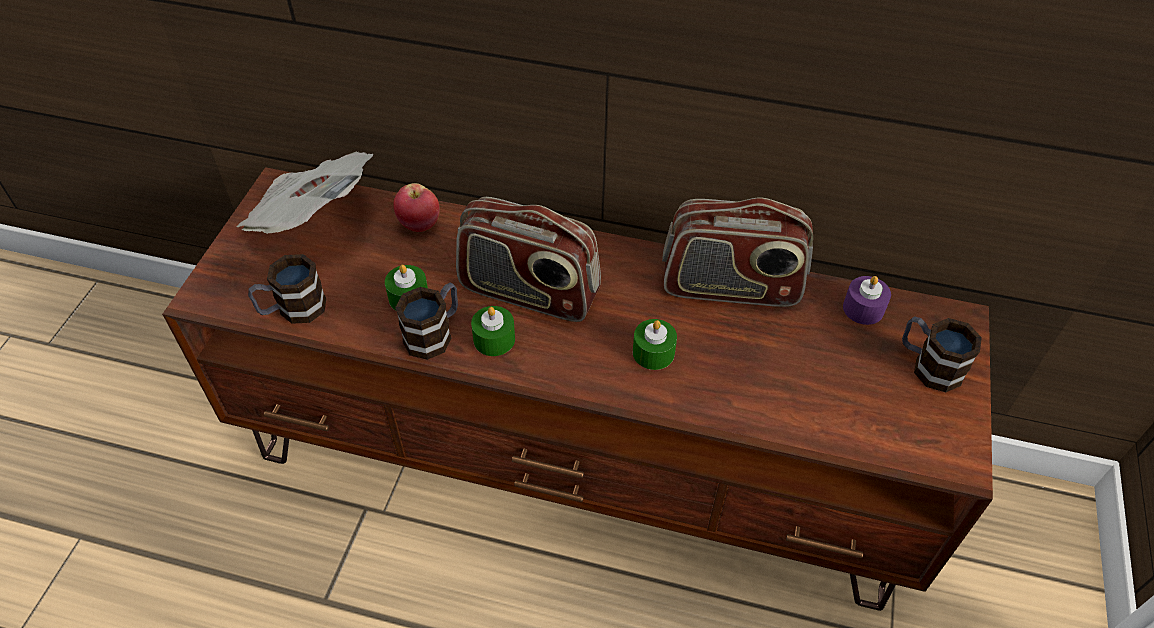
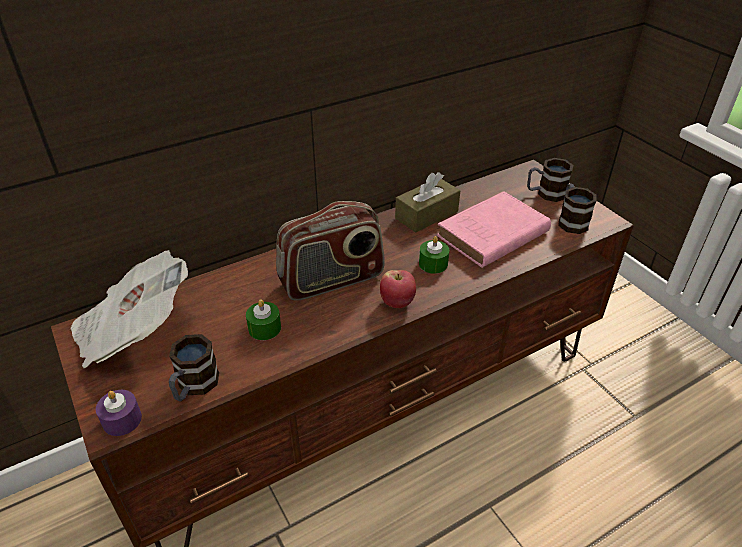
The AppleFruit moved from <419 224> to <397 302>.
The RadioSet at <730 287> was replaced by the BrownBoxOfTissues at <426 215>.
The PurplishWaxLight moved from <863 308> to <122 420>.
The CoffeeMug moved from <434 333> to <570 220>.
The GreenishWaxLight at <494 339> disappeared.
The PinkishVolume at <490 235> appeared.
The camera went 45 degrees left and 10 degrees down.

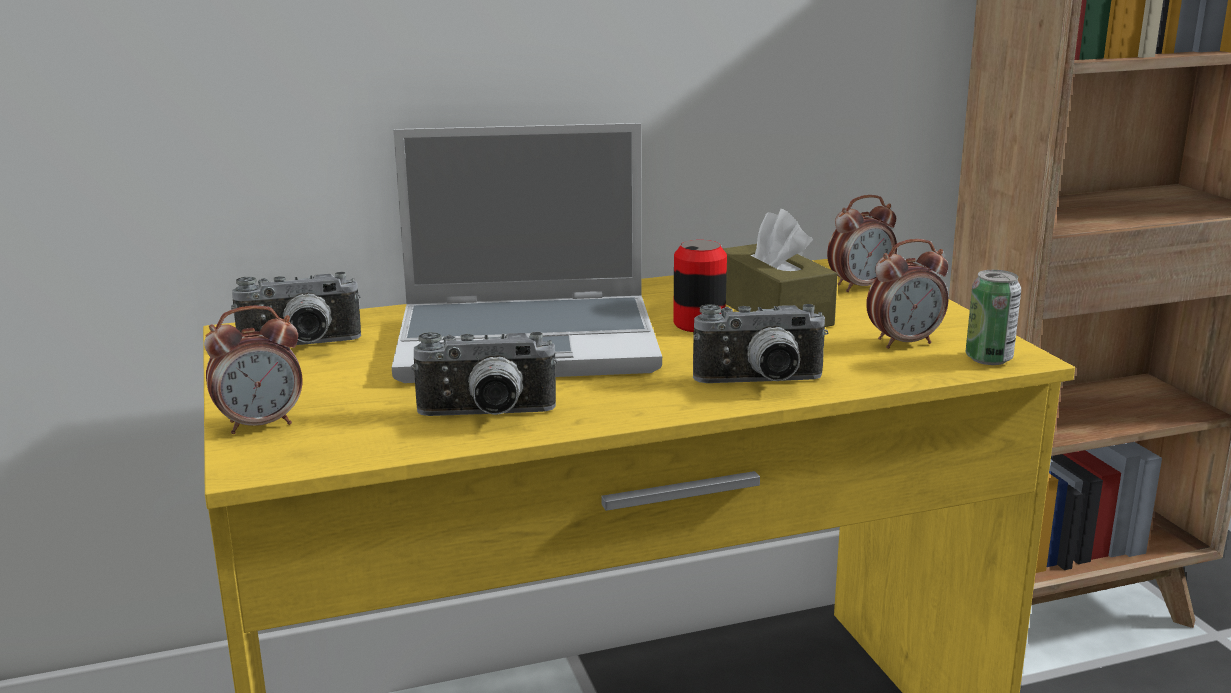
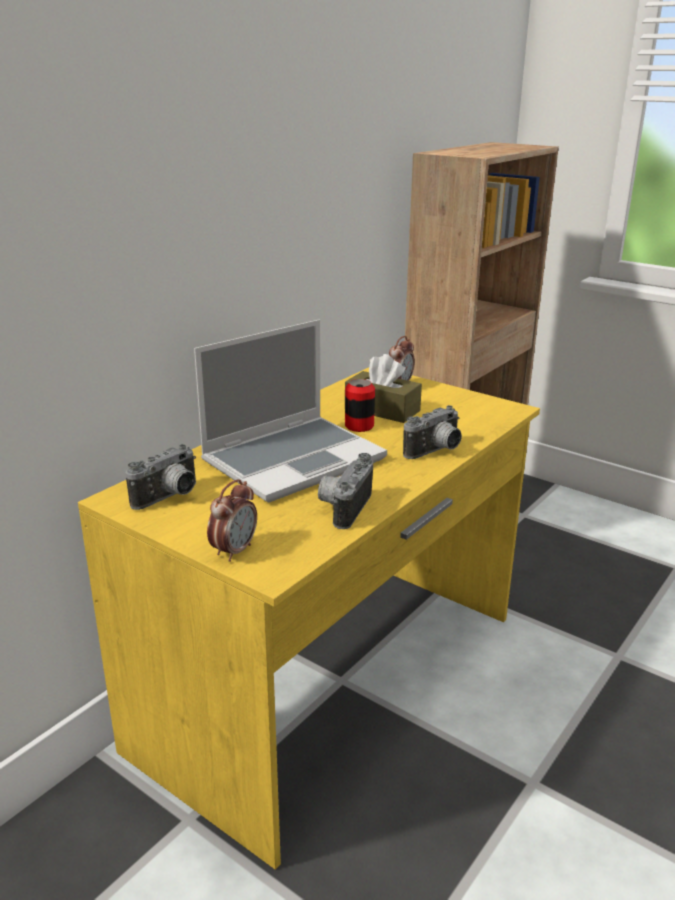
The TableClock at <904 342> disappeared.
The Can at <988 358> disappeared.
The StillCamera at <487 416> turned 150 degrees clockwise.
The camera went 35 degrees left and 5 degrees up.

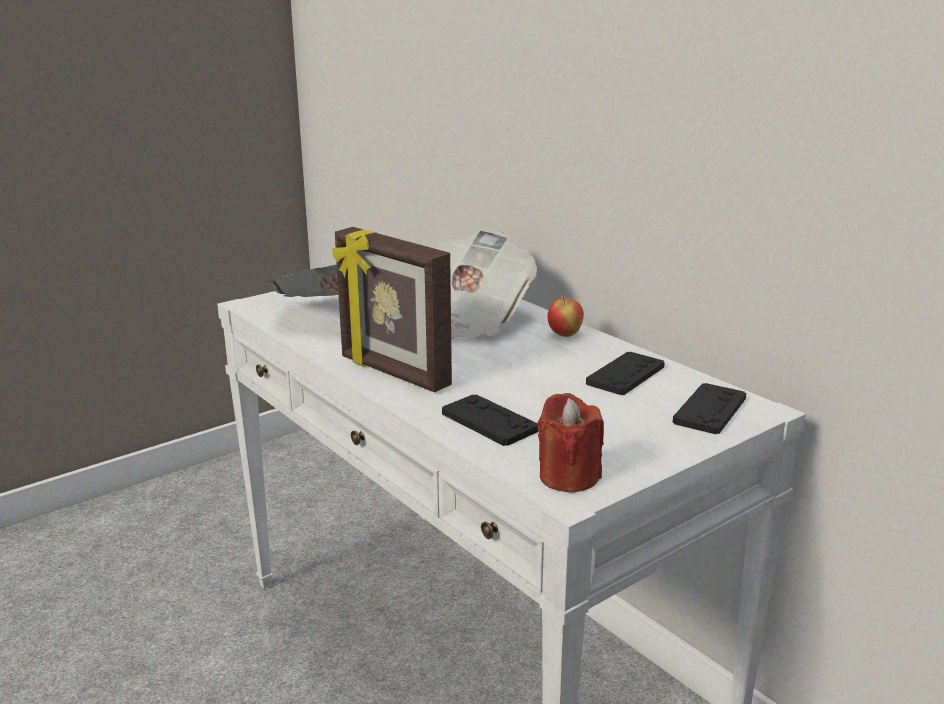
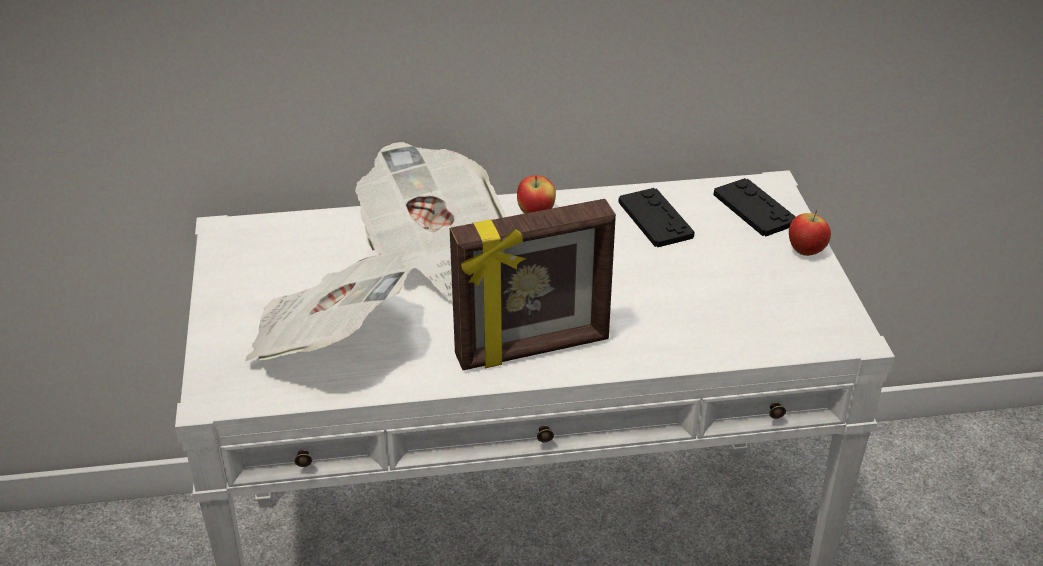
The RedWaxLight at <568 477> disappeared.
The BlackColouredJoypad at <489 422> disappeared.
The AppleFruit at <806 251> appeared.
The camera went 60 degrees left and 15 degrees up.

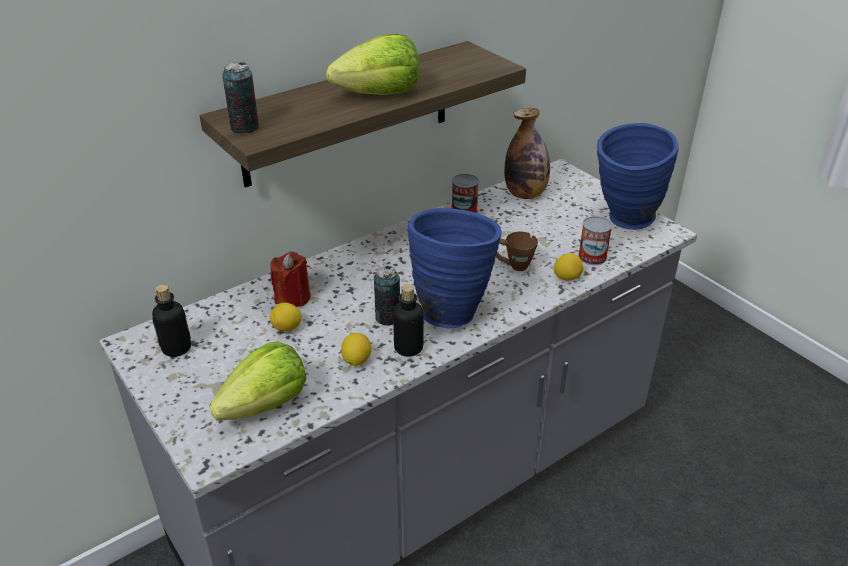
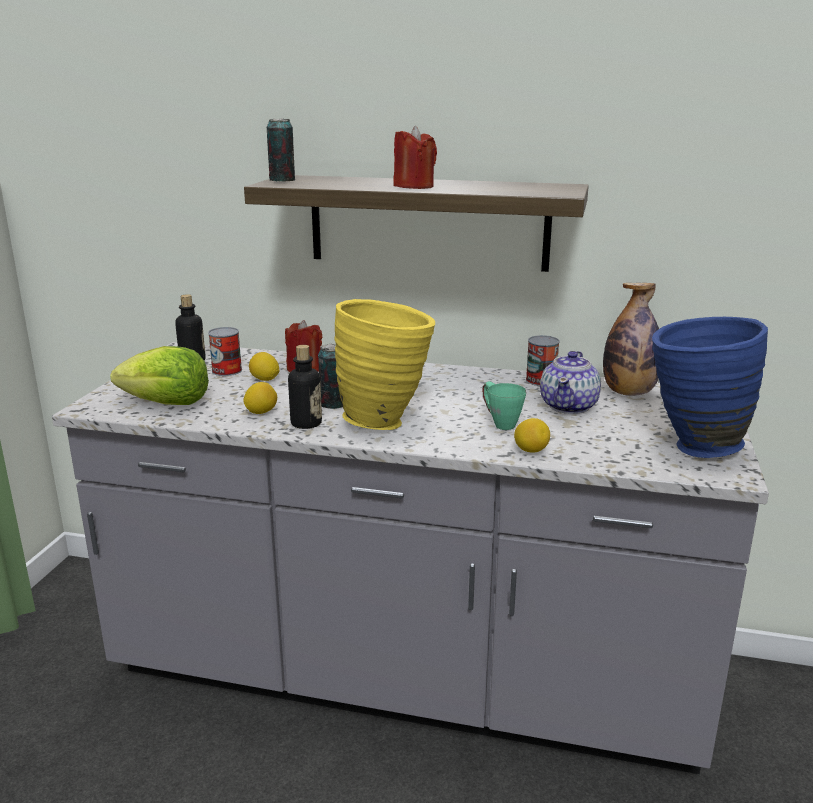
The LettuceHead at <380 94> was replaced by the RedWaxLight at <414 186>.
The BluishFlowerVase at <451 309> became the YellowFlowerVase at <386 421>.
The Can moved from <592 257> to <227 371>.
The BrownCoffeeMug at <511 265> became the GreenishCoffeeMug at <499 423>.
The TeaPot at <569 406> appeared.
The camera went 50 degrees right and 15 degrees down.

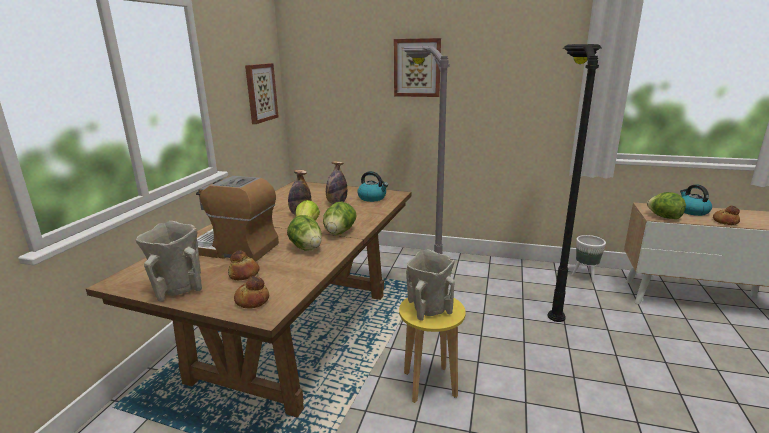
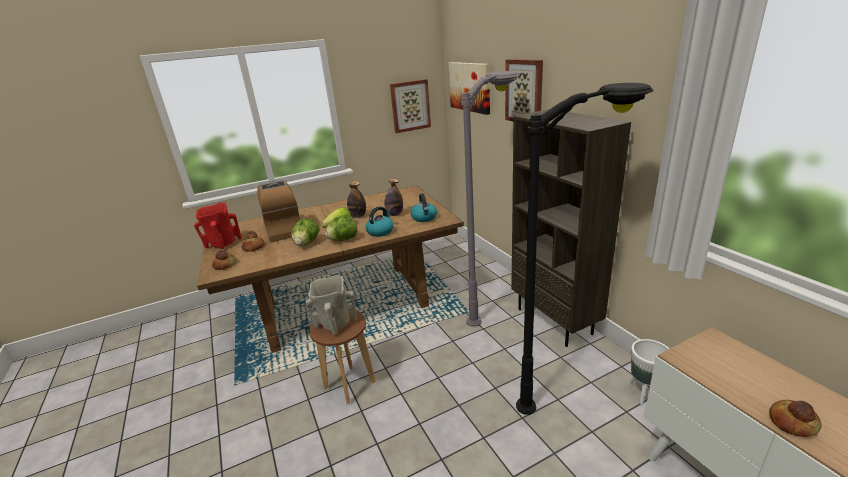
The Kettle moved from <691 211> to <380 231>.
The LettuceHead at <664 217> disappeared.
The BeigeFlowerVase at <178 289> became the RedFlowerVase at <222 244>.
The YellowSittingStool at <429 384> became the BrownSittingStool at <350 384>.
The WallPicture at <470 87> appeared.
The BrownBookcase at <555 321> appeared.
The camera went 50 degrees right and 5 degrees up.

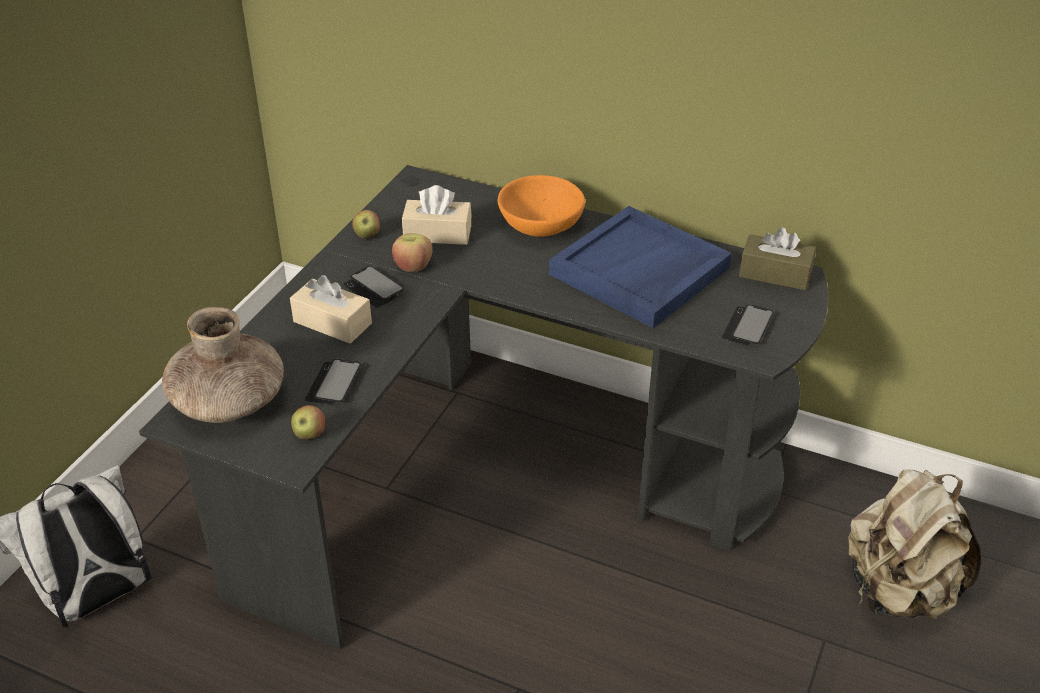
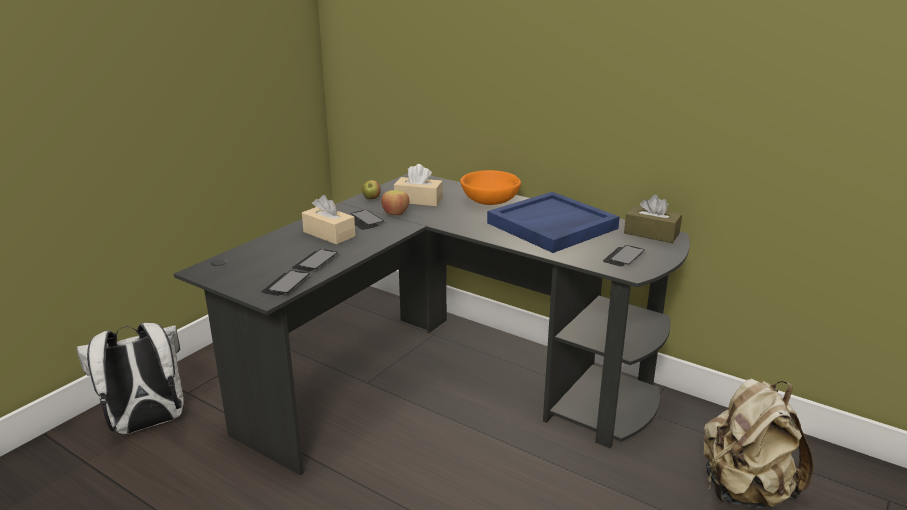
The BrownFlowerVase at <229 401> disappeared.
The AppleFruit at <309 435> was replaced by the Telephone at <286 284>.
The camera went 10 degrees right and 15 degrees down.

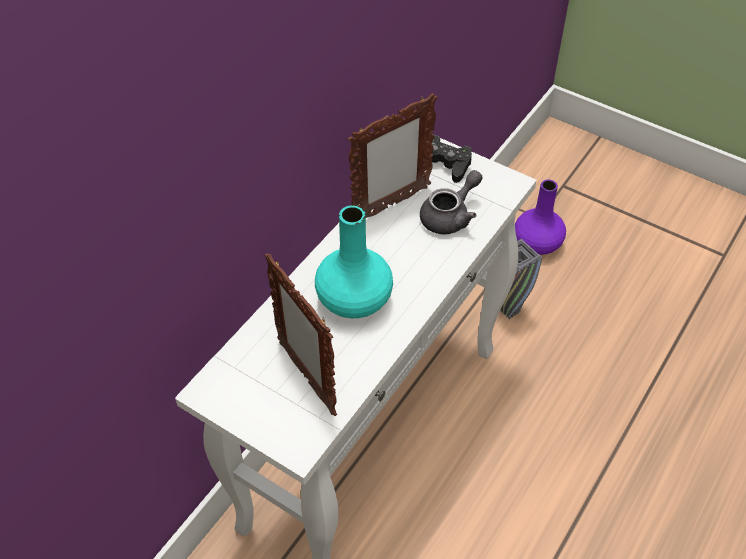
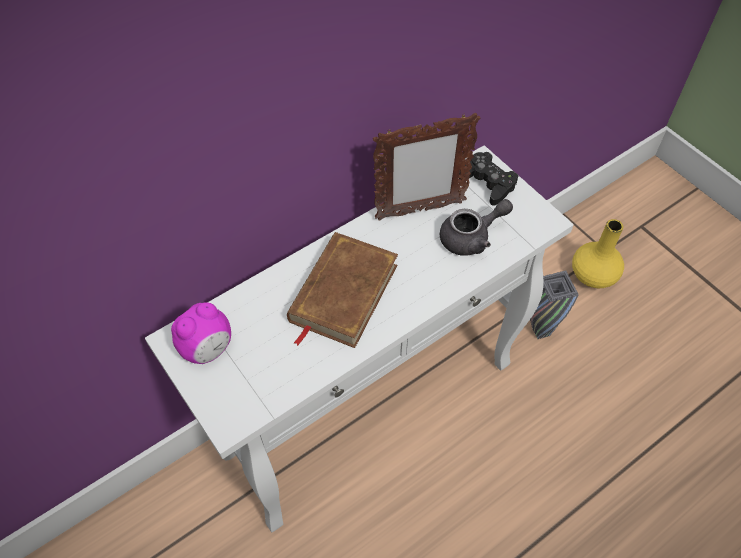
The PurplishFlowerVase at <537 243> became the YellowFlowerVase at <593 275>.
The BlueGreenFlowerVase at <353 299> was replaced by the BrownVolume at <343 293>.
The PhotoFrame at <306 377> disappeared.
The TableClock at <207 349> appeared.
The camera went 20 degrees right and 5 degrees up.

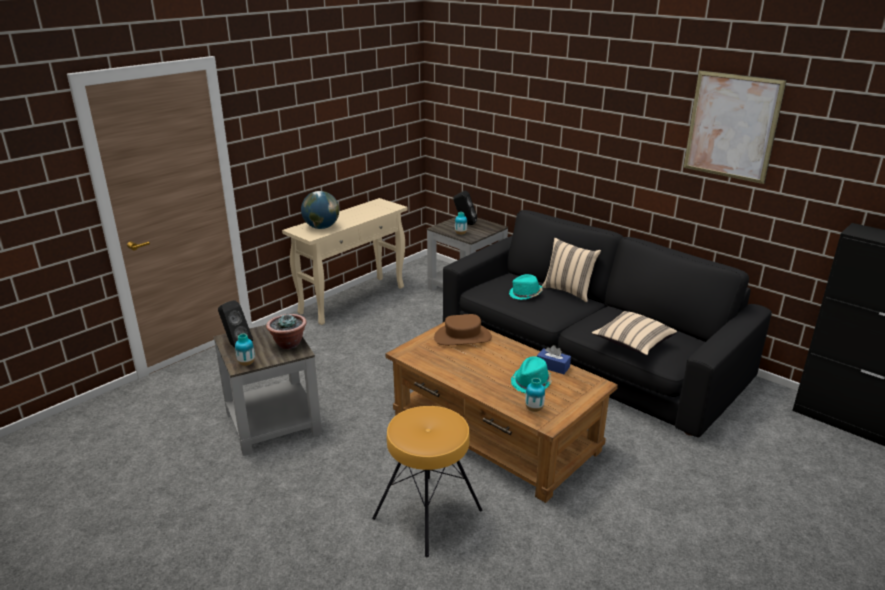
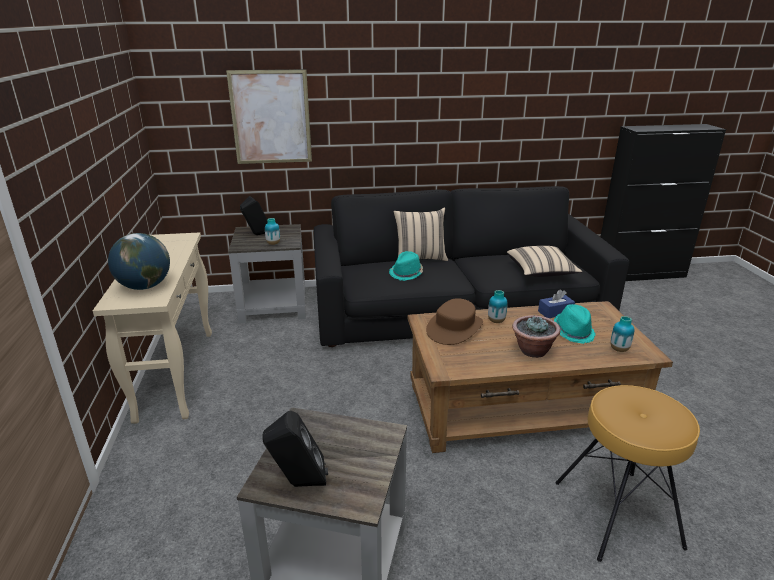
The WallPicture moved from <731 126> to <271 117>.
The Houseplant moved from <288 344> to <532 351>.
The FlowerVase moved from <246 363> to <496 321>.
The camera went 50 degrees left and 0 degrees up.

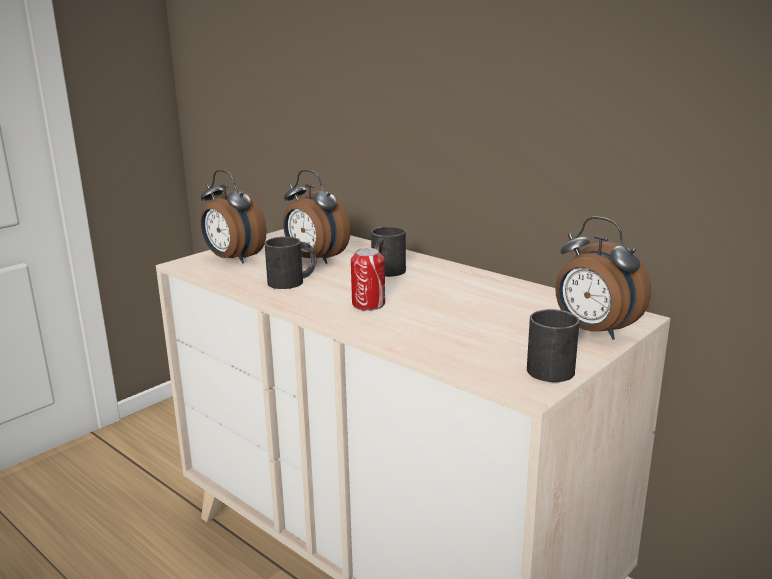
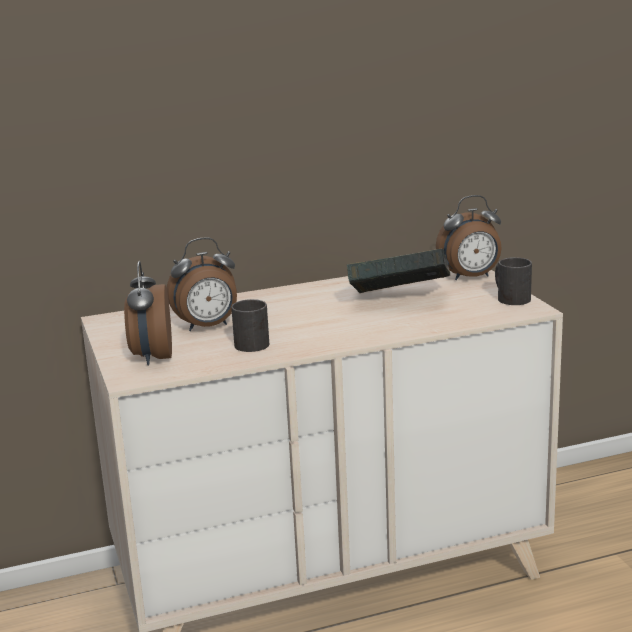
The TableClock at <233 259> turned 105 degrees clockwise.
The BlackColouredCoffeeMug at <385 273> disappeared.
The Can at <368 304> disappeared.
The Volume at <399 301> appeared.
The camera went 60 degrees left and 0 degrees up.

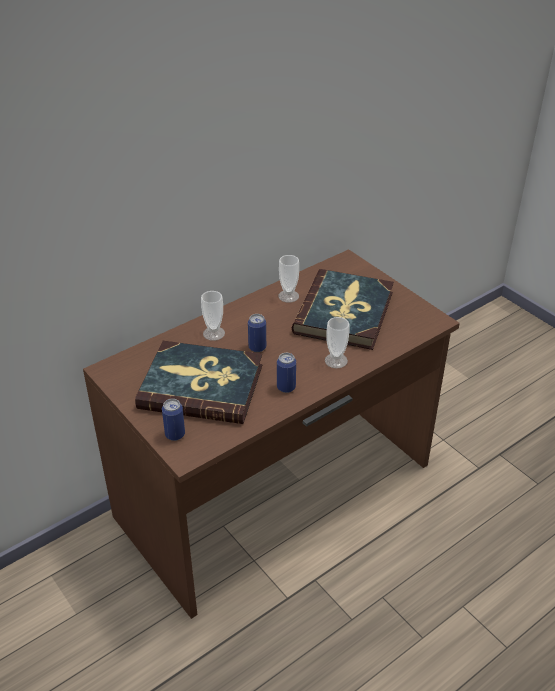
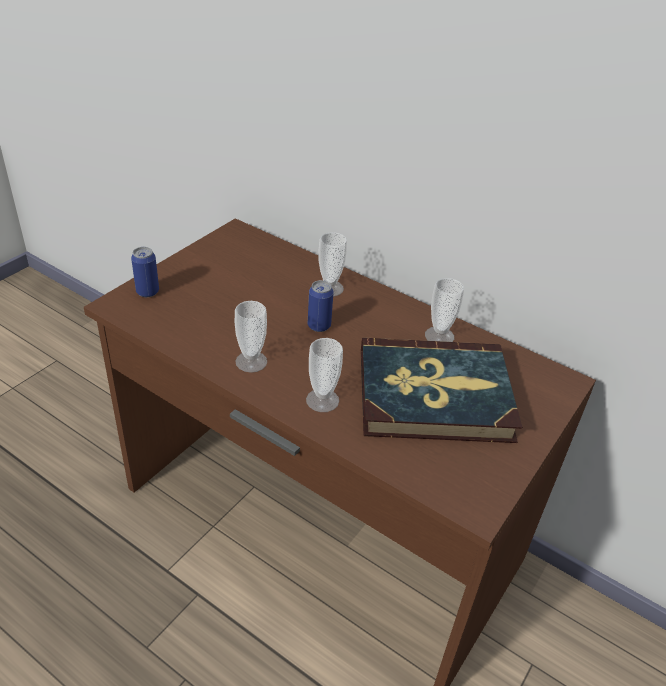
The Volume at <201 386> disappeared.
The Can at <286 387> was replaced by the SmallCup at <251 361>.
The camera went 70 degrees right and 0 degrees up.

